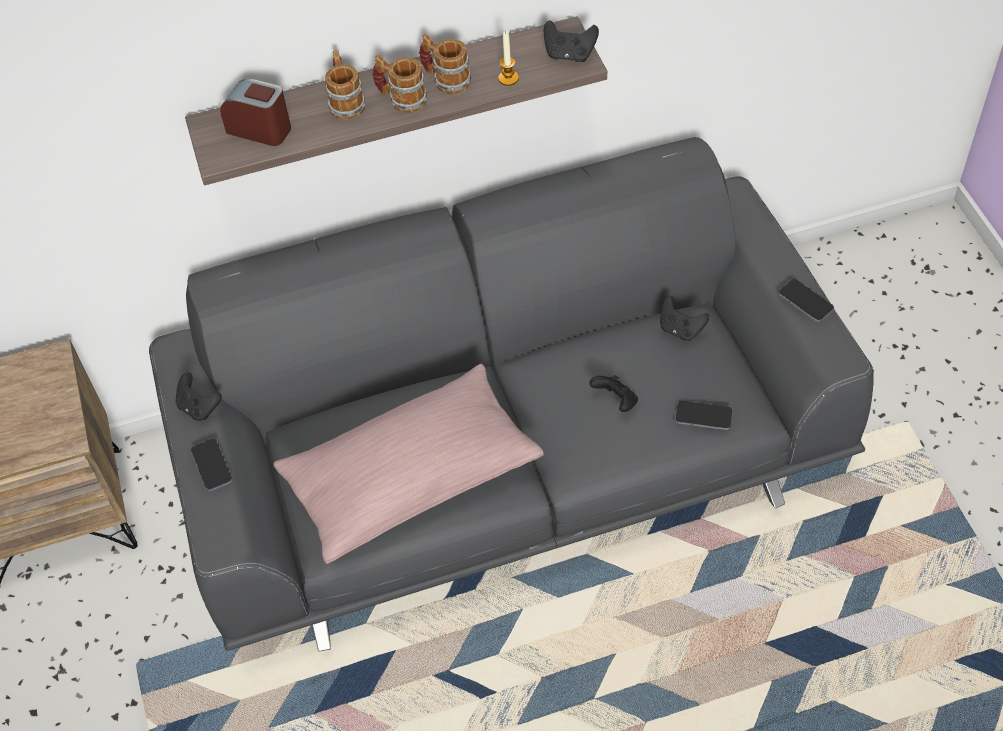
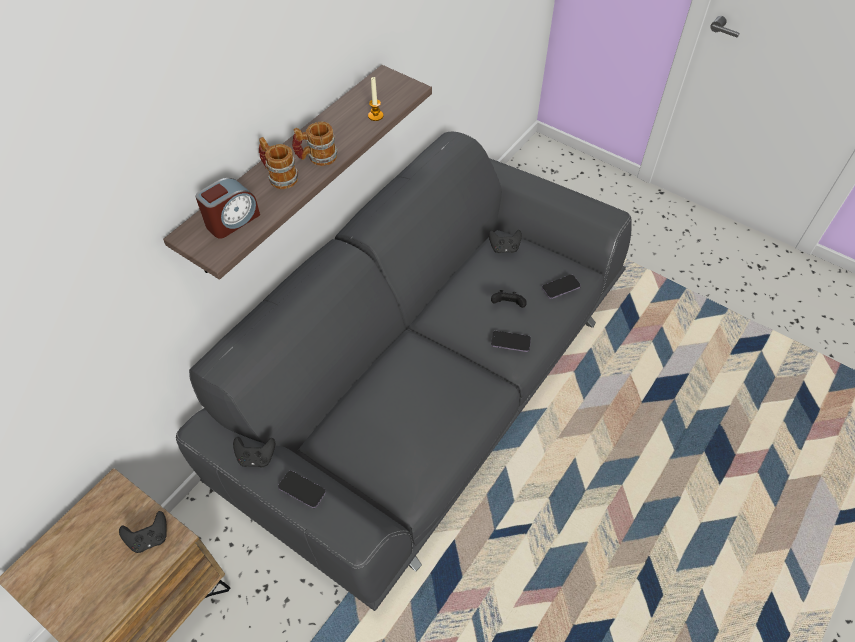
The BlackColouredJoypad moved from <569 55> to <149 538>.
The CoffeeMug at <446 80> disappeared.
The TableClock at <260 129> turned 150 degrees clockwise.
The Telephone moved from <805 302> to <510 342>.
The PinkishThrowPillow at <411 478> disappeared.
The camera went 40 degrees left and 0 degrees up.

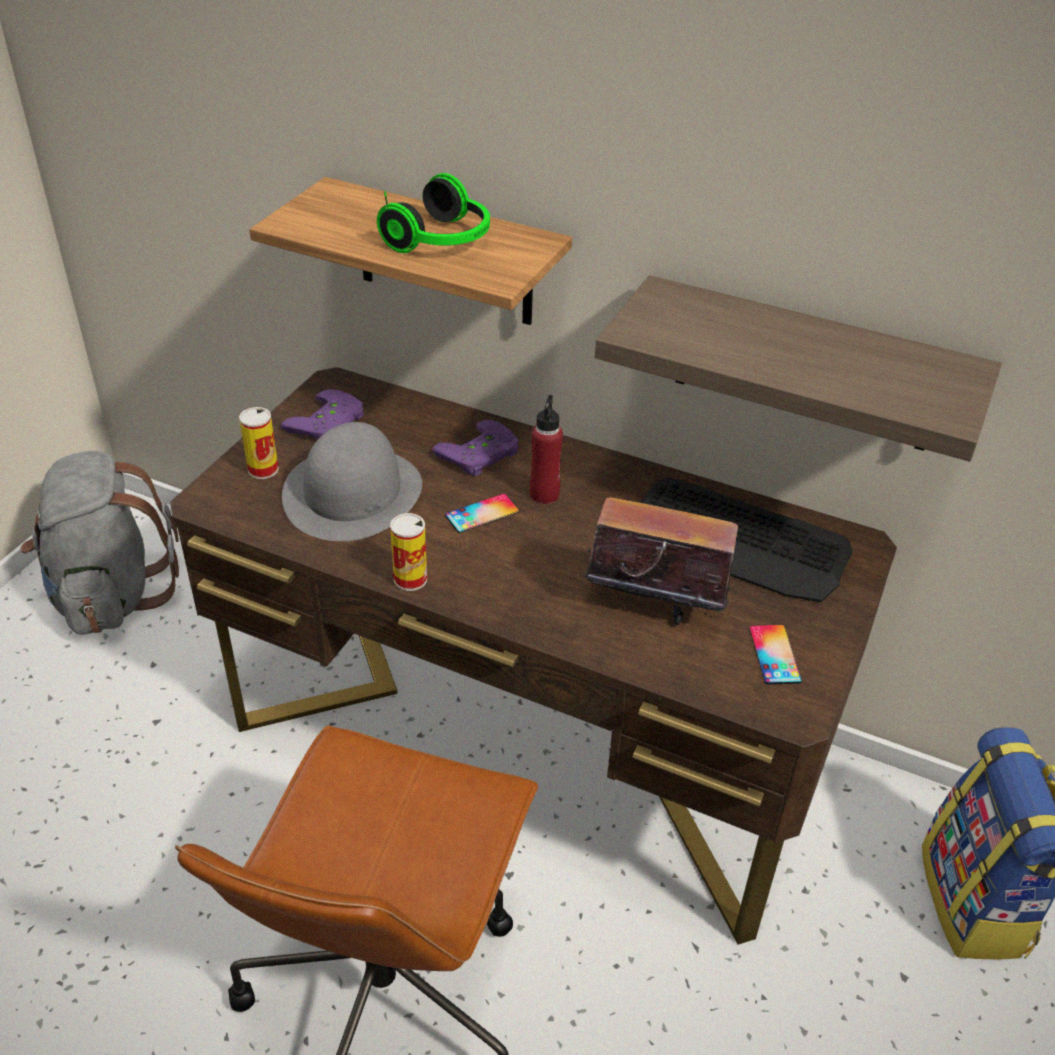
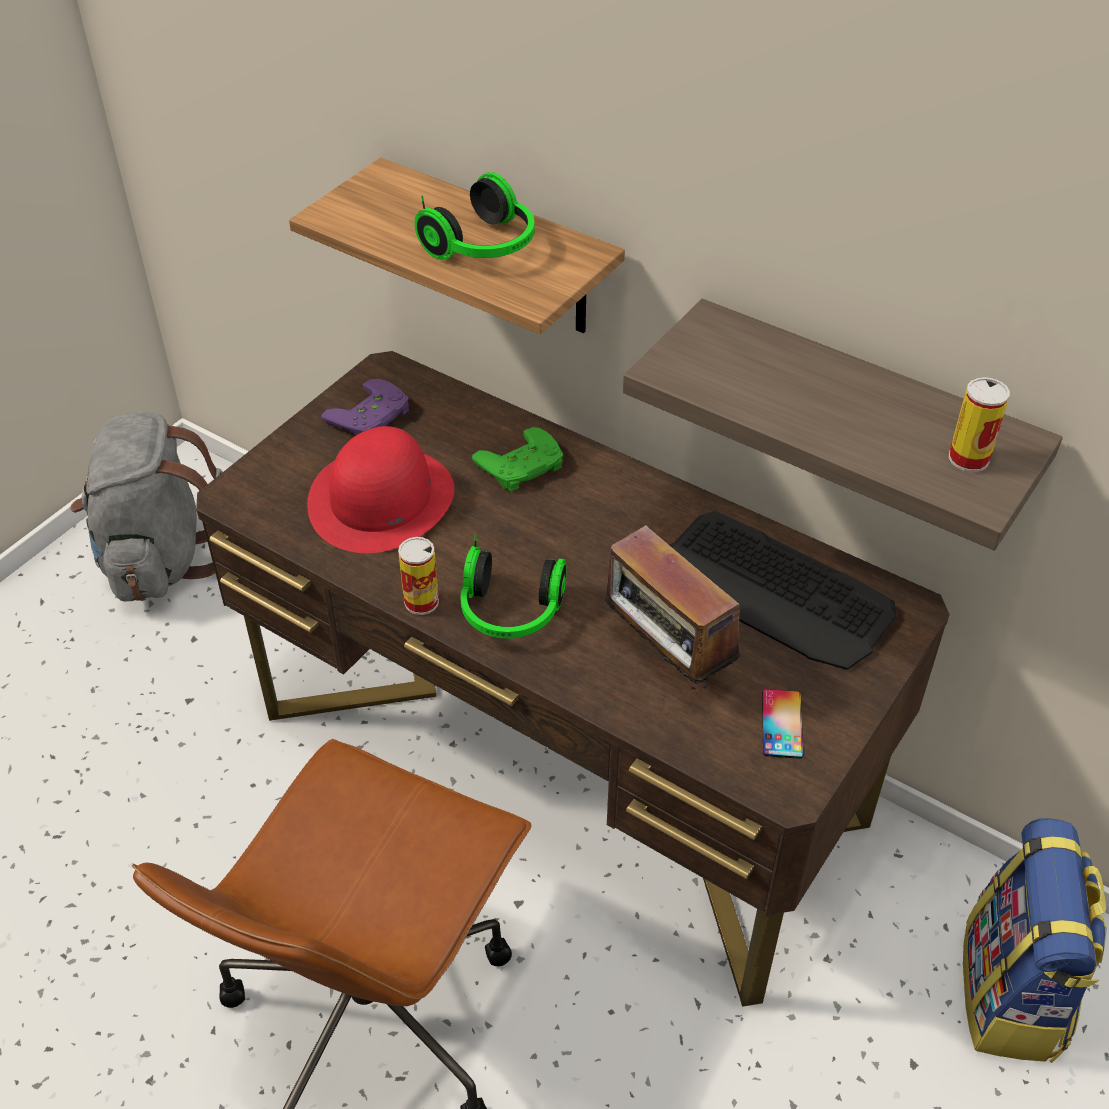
The RedDrinkBottle at <544 494> disappeared.
The Can moved from <263 469> to <968 458>.
The PurplishJoypad at <481 455> became the GreenishJoypad at <522 467>.
The GreyishWearableHat at <353 493> became the RedWearableHat at <381 499>.
The RadioSet at <653 608> turned 150 degrees counterclockwise.
The Telephone at <482 513> disappeared.
The PairOfHeadphones at <510 613> appeared.
The camera went 10 degrees right and 5 degrees up.

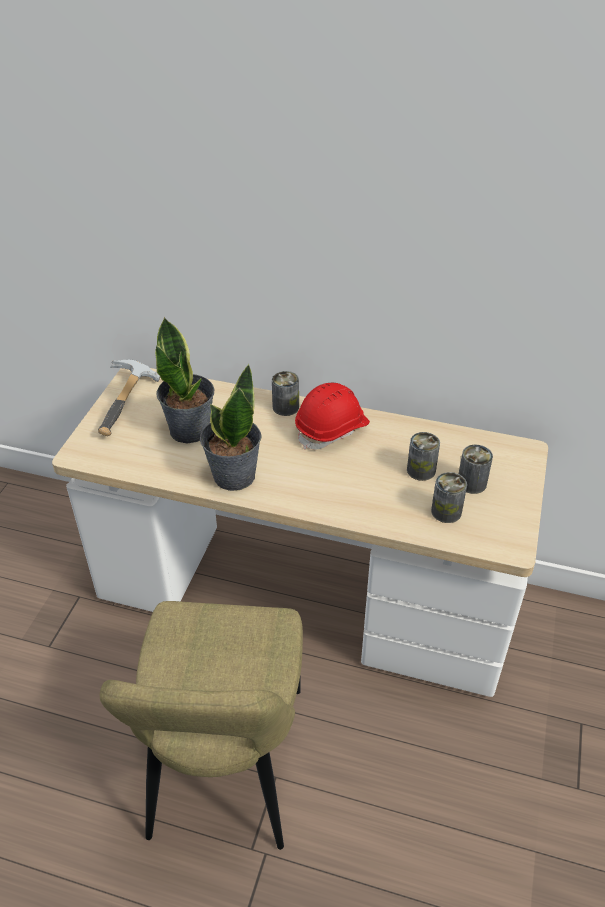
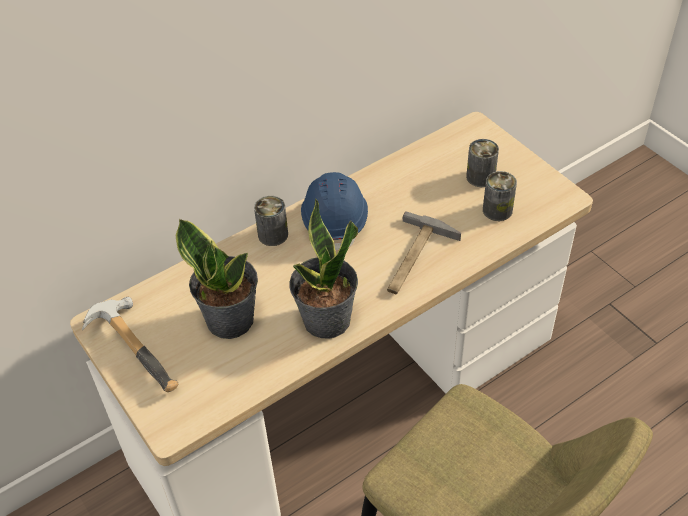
The RedWorkHelmet at <332 429> became the BluishWorkHelmet at <335 221>.
The Can at <421 470> disappeared.
The ToolHammer at <415 259> appeared.
The camera went 50 degrees left and 5 degrees up.

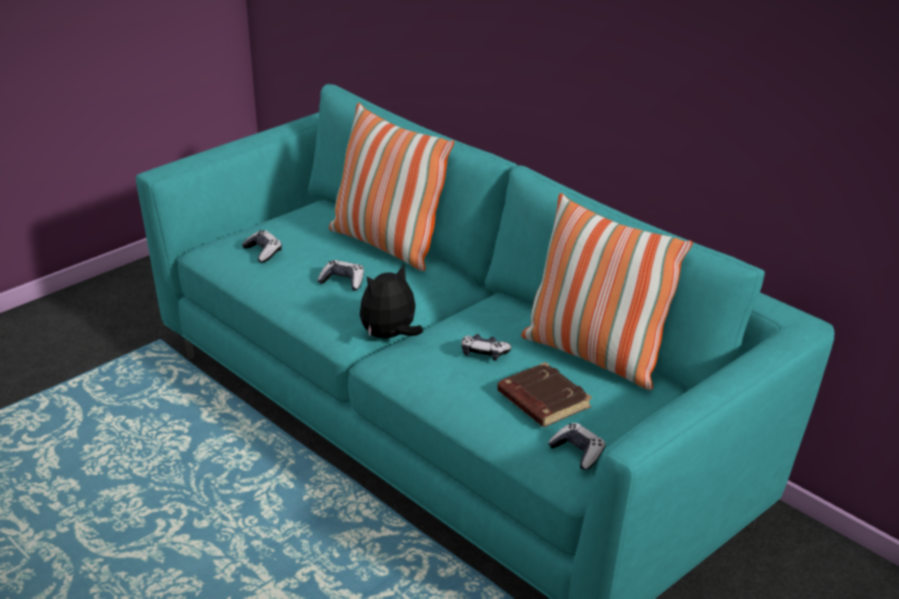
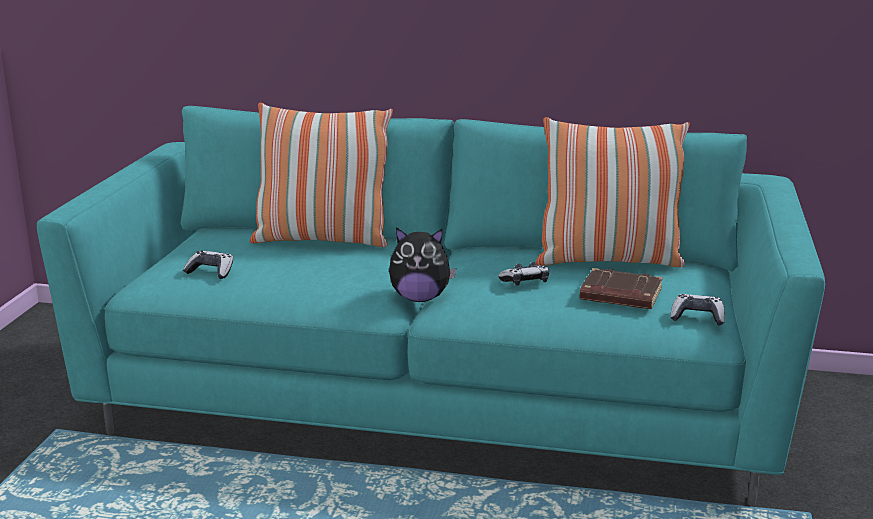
The Joypad at <343 281> disappeared.
The PlushToy at <390 336> turned 105 degrees counterclockwise.
The camera went 35 degrees left and 10 degrees down.

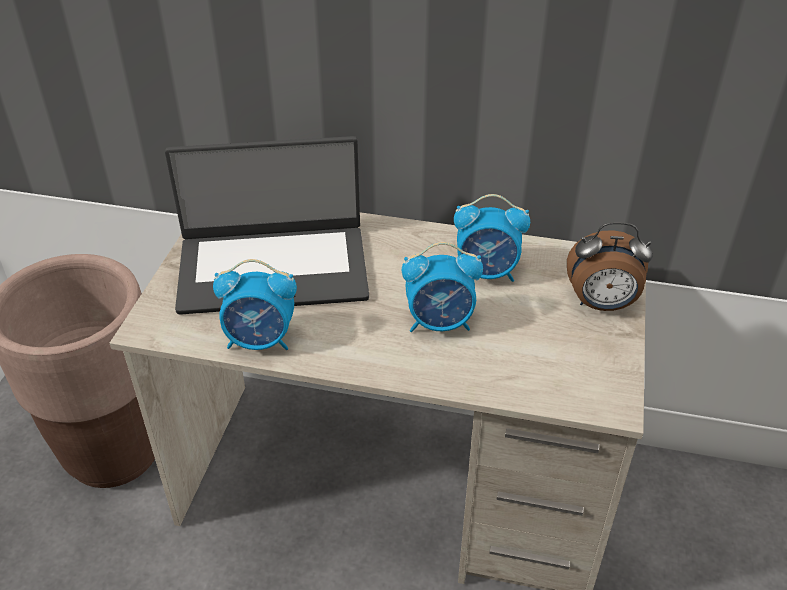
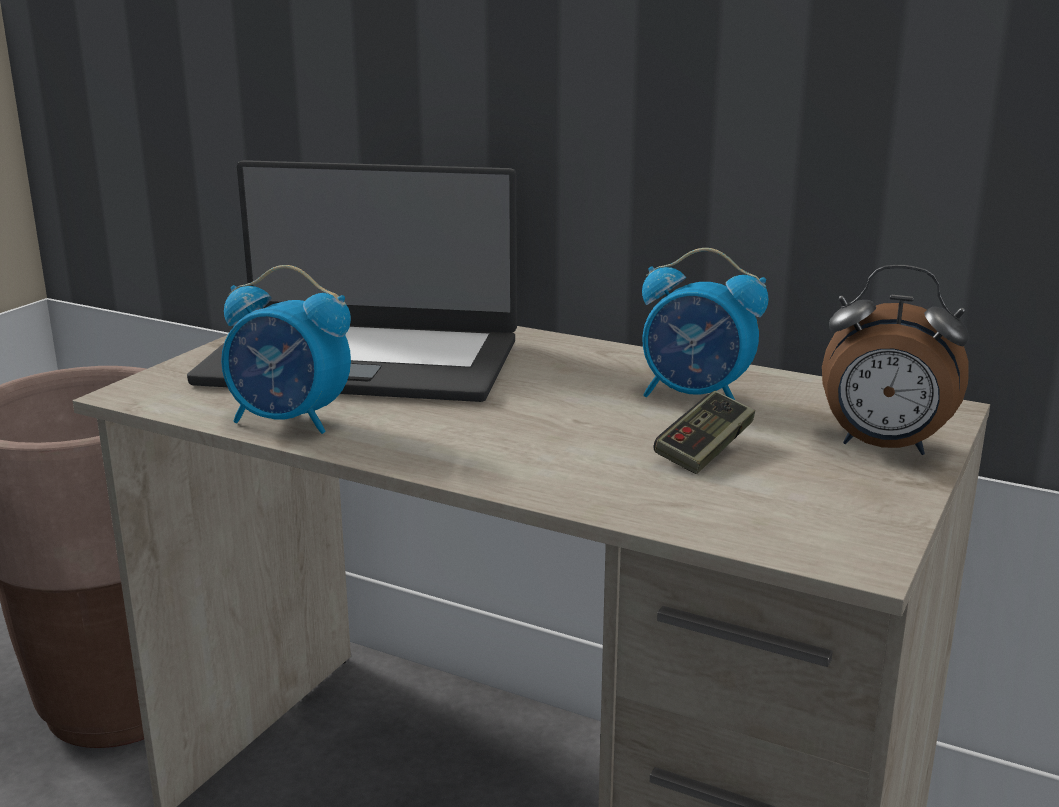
The TableClock at <440 323> disappeared.
The Joypad at <704 450> appeared.
The camera went 15 degrees right and 20 degrees down.

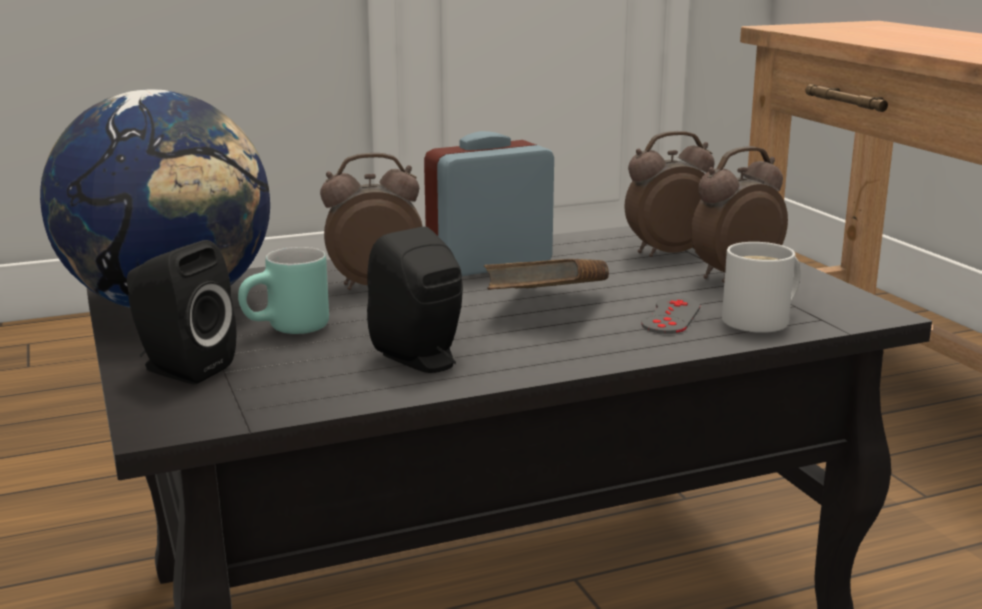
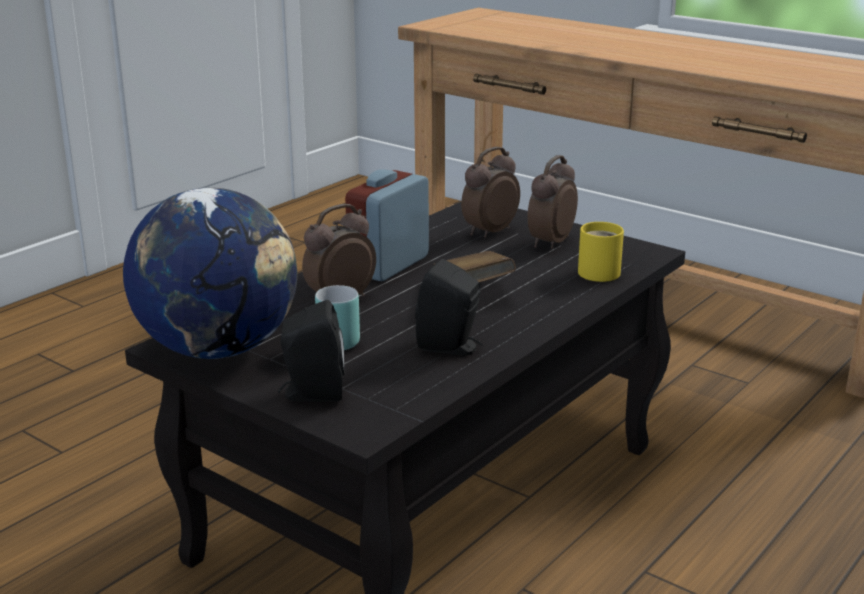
The WhiteColouredCoffeeMug at <762 320> became the YellowCoffeeMug at <602 272>.
The GreyishJoypad at <671 316> disappeared.
The camera went 30 degrees left and 5 degrees up.

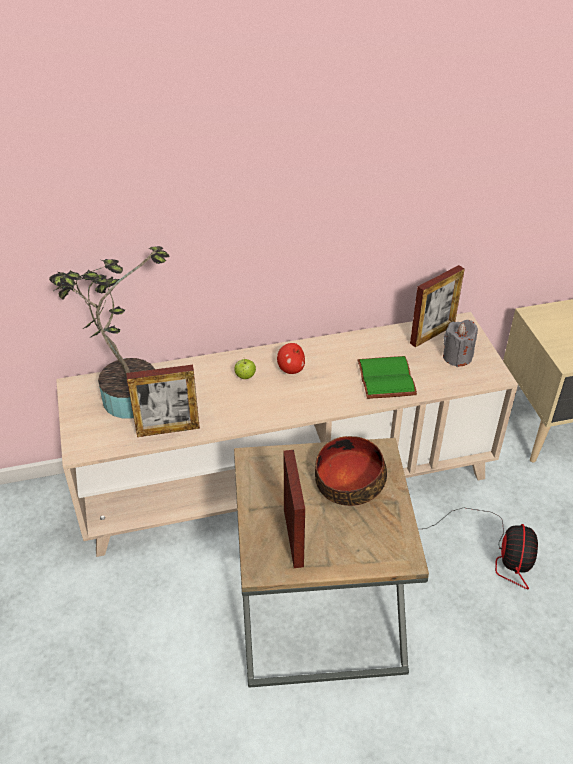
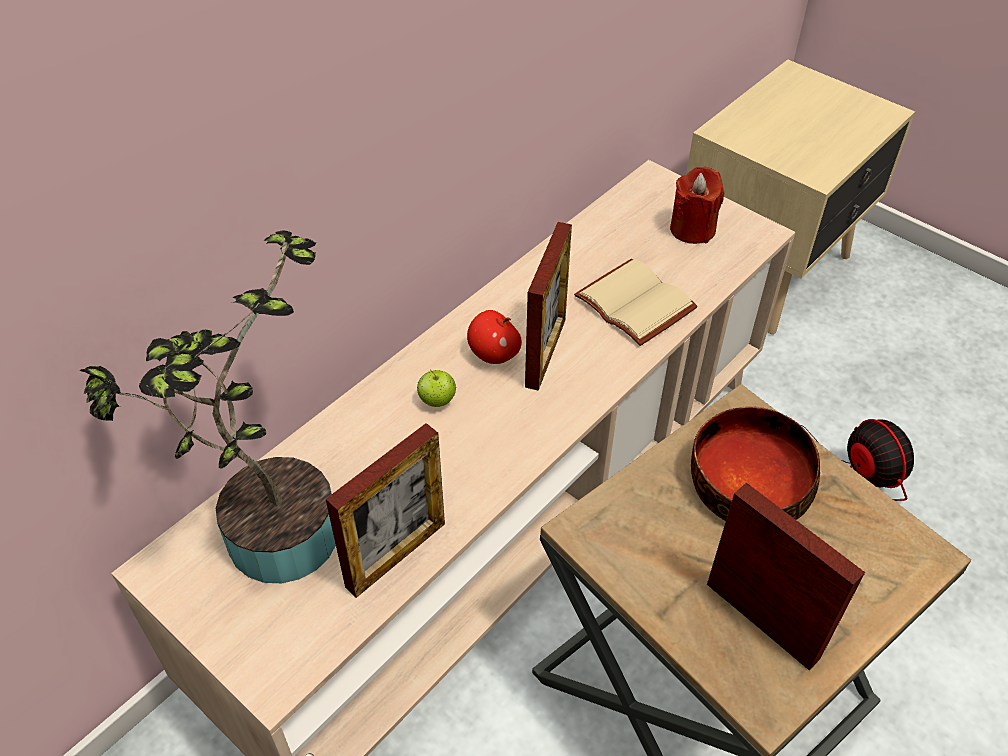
The PhotoFrame moved from <432 334> to <545 353>.
The GreyishWaxLight at <457 357> became the RedWaxLight at <692 229>.
The GreenishVolume at <388 379> became the BeigeVolume at <638 303>.
The camera went 35 degrees left and 5 degrees up.

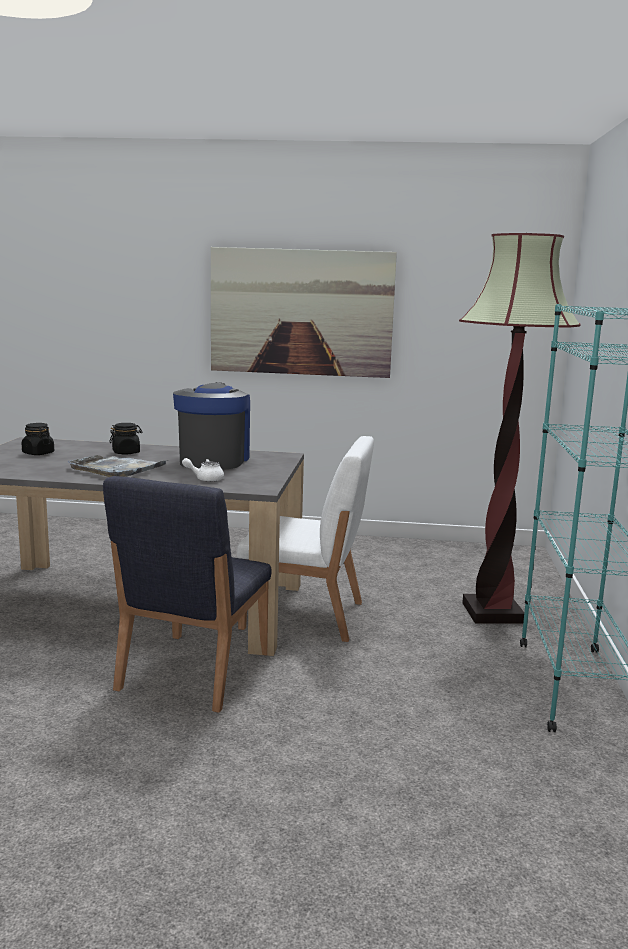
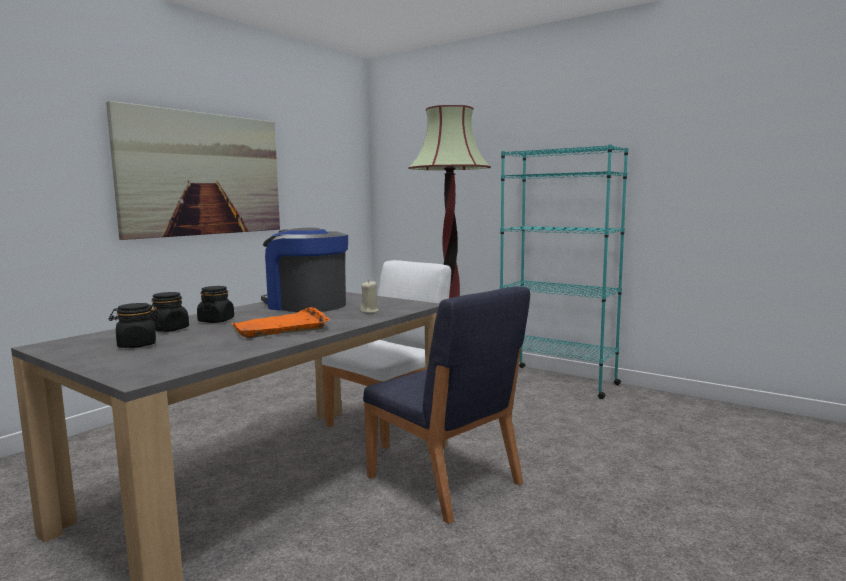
The GreyishTray at <117 469> became the OrangeColouredTray at <281 327>.
The WhiteColouredTeaPot at <205 479> was replaced by the BeigeWaxLight at <369 311>.
The BlackColouredStorageJar at <169 329> appeared.
The camera went 60 degrees left and 5 degrees down.

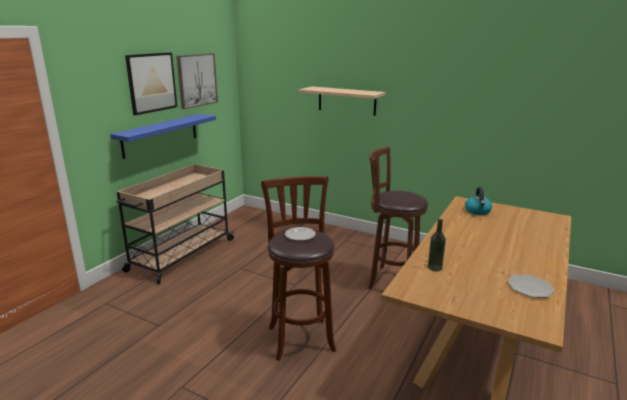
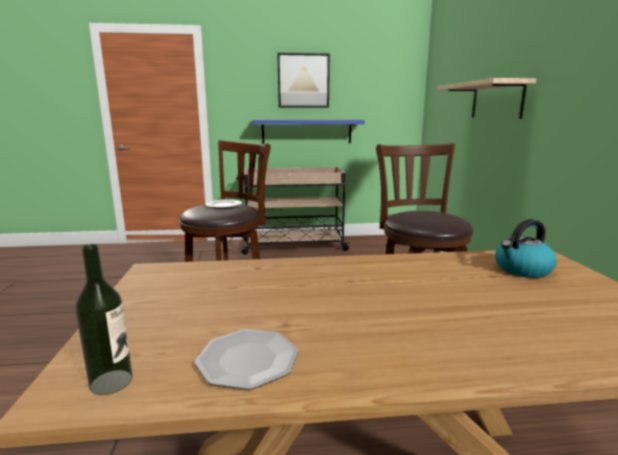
The WallPicture at <197 80> disappeared.
The DrinkBottle moved from <434 268> to <111 382>.
The camera went 55 degrees right and 5 degrees down.

